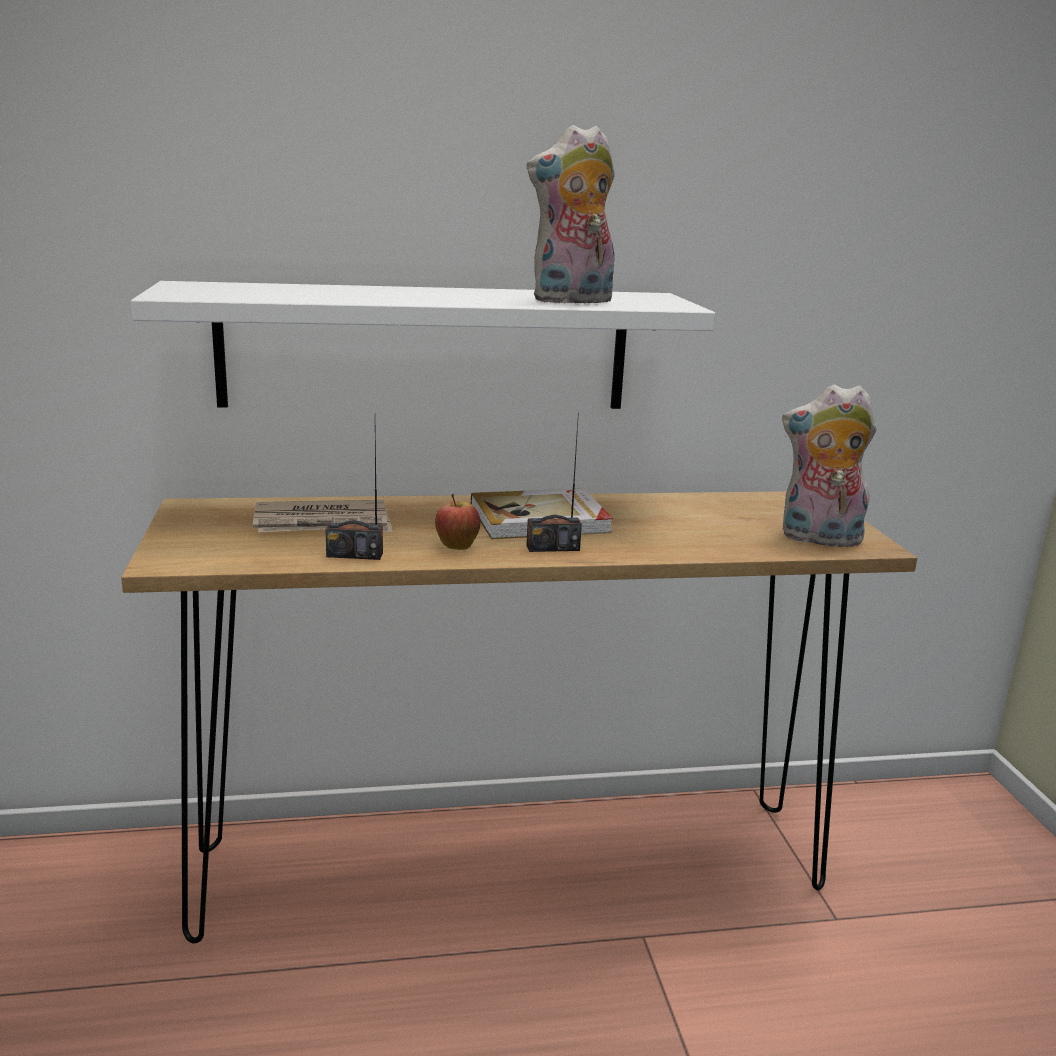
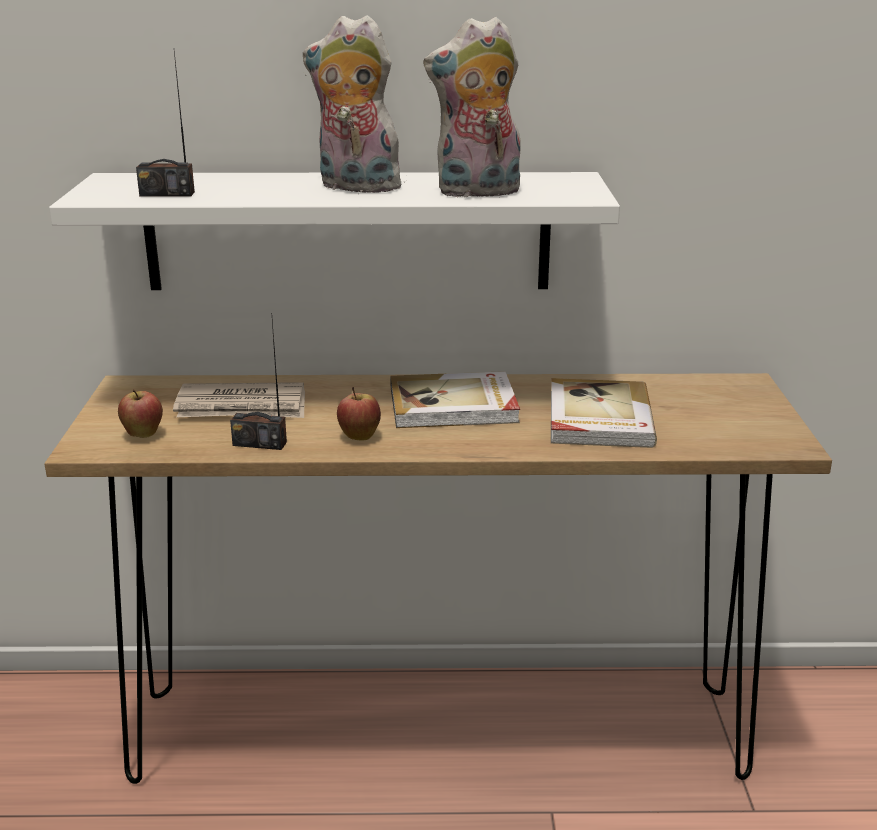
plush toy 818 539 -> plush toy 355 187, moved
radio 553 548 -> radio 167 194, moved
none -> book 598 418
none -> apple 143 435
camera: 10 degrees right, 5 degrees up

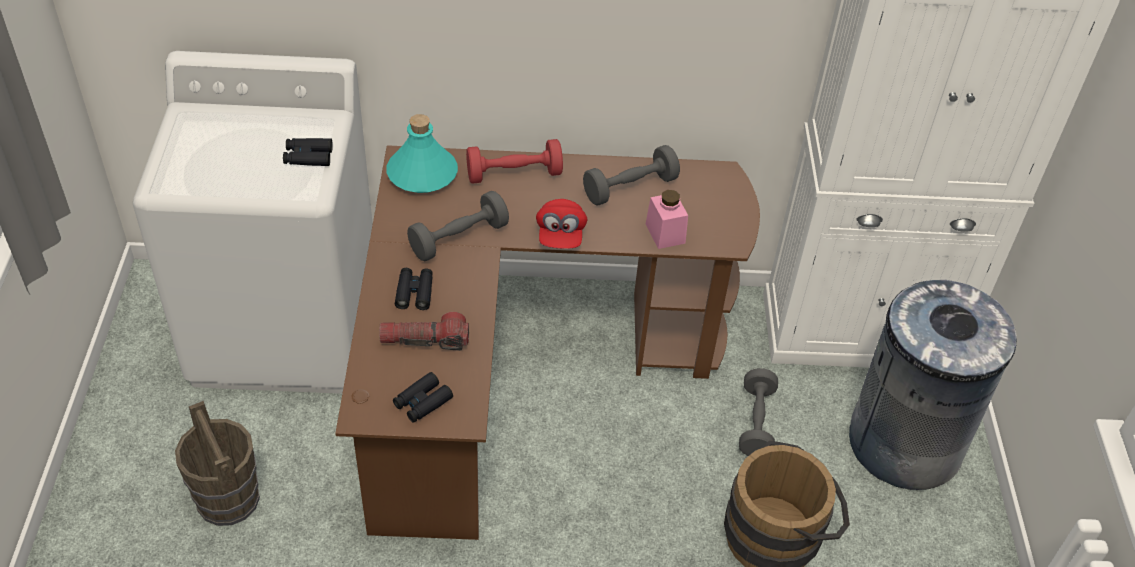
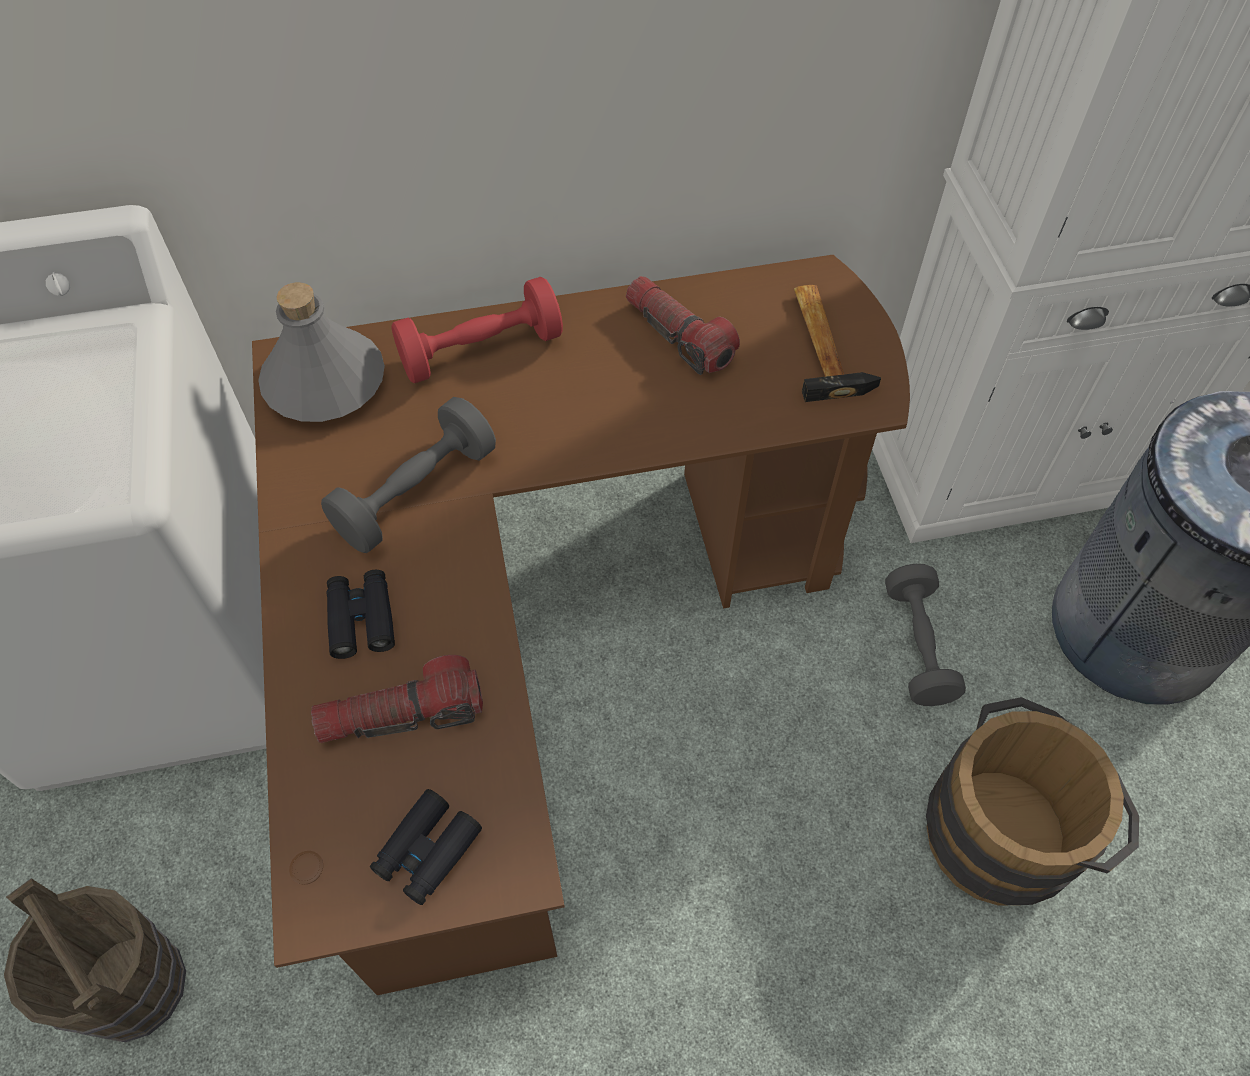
turquoise bottle 423 174 -> grey bottle 325 382
black binoculars 308 157 -> none
grey dumbbell 630 188 -> flashlight 679 336
pink jar 665 233 -> none
red cap 560 235 -> none
none -> hammer 824 343
camera: 10 degrees left, 10 degrees up

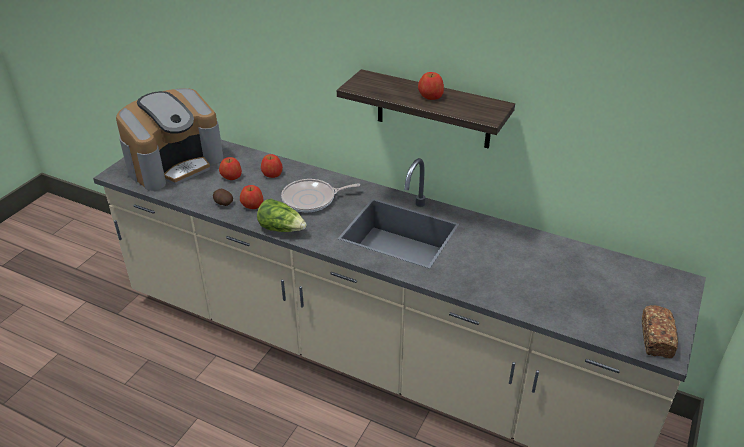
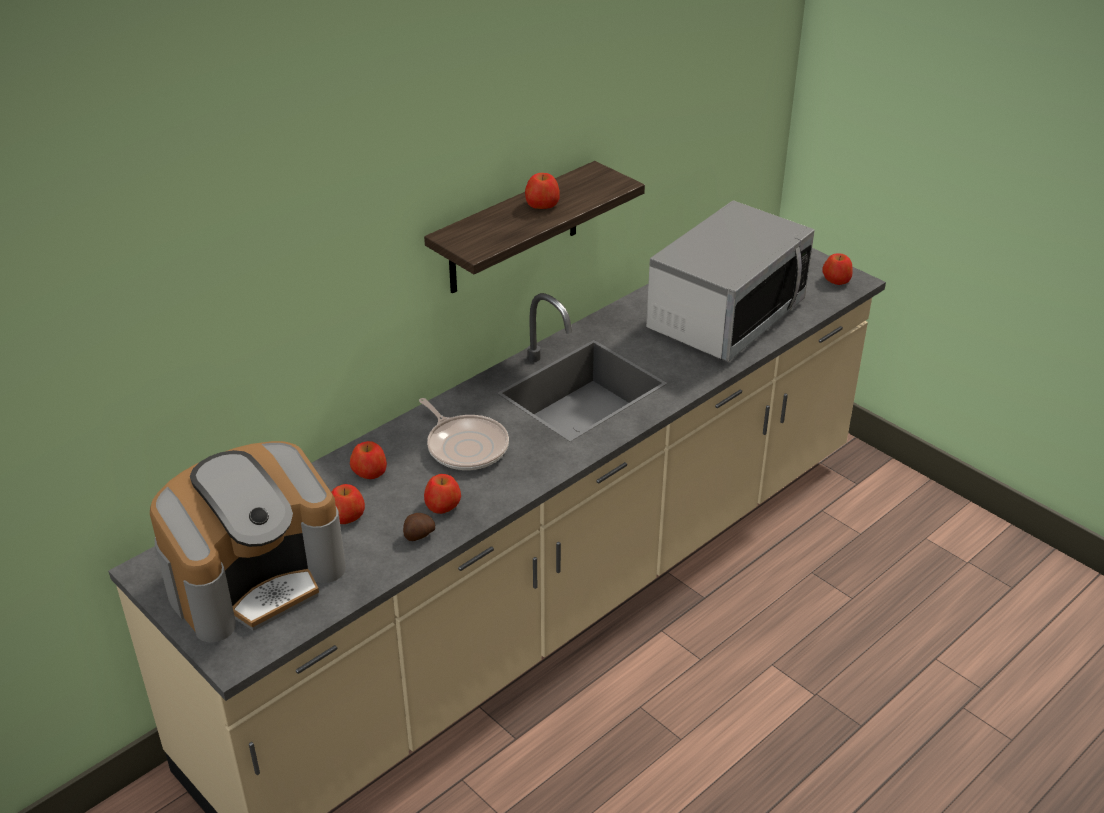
coffee machine 175 163 -> coffee machine 255 577, 75 degrees clockwise
frying pan 312 199 -> frying pan 465 446, 45 degrees counterclockwise
lettuce 282 229 -> none
bread 656 339 -> apple 836 280
none -> microwave 725 316
camera: 70 degrees left, 0 degrees up

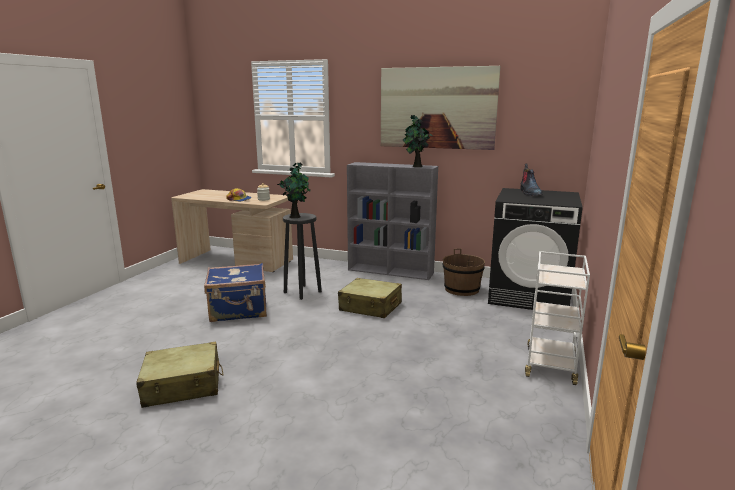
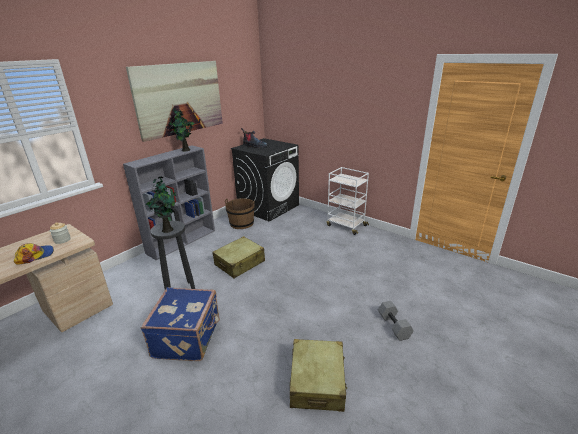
none -> grey dumbbell 394 326
camera: 70 degrees left, 10 degrees up

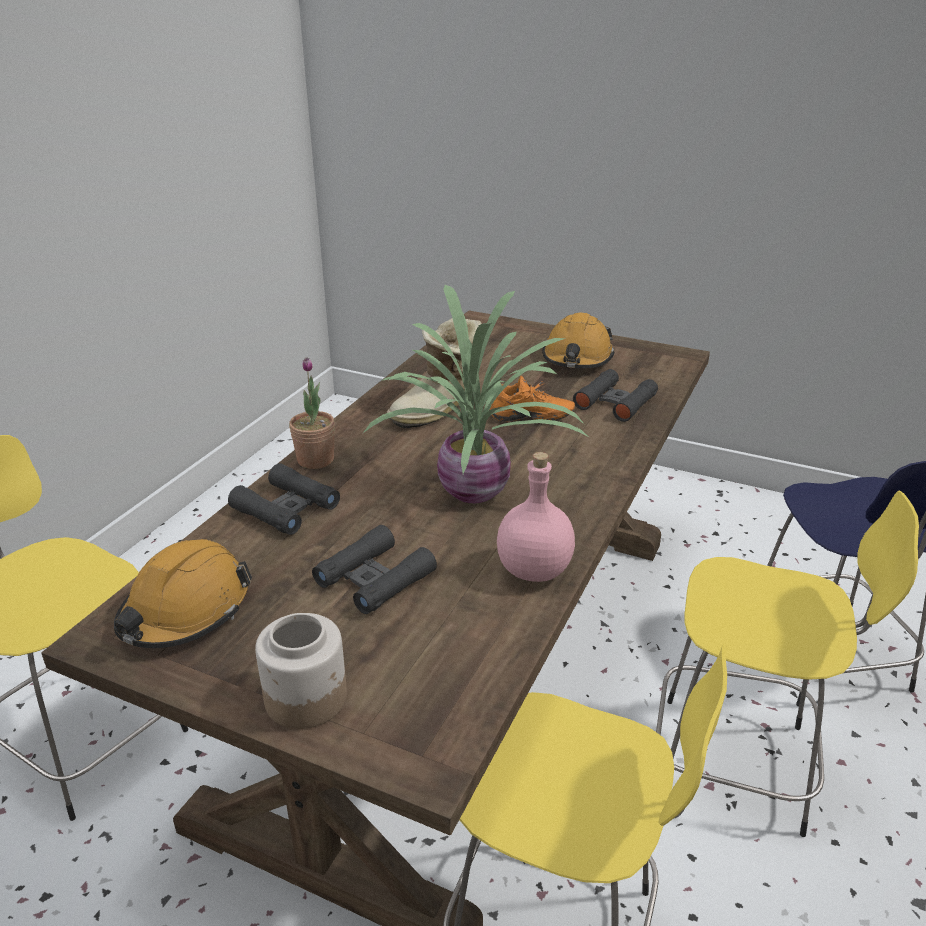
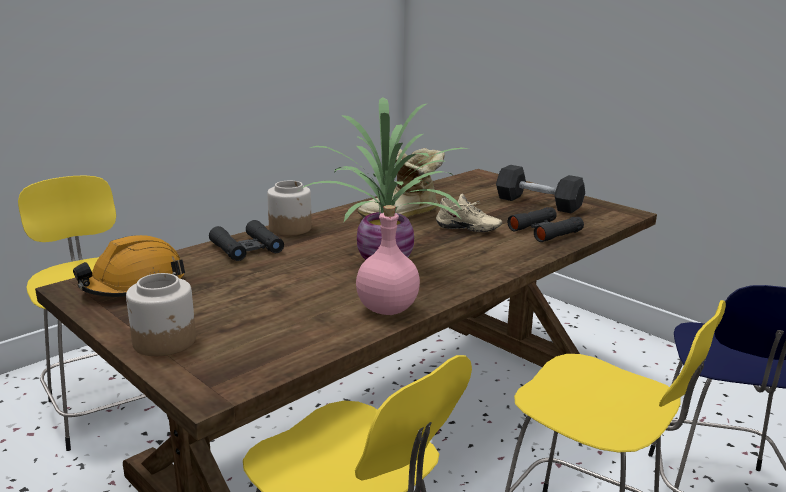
orange hard hat 577 358 -> grey dumbbell 538 203
potted plant 315 460 -> jar 290 228
orange shoe 530 419 -> beige shoe 467 230
black binoculars 374 578 -> none
camera: 20 degrees right, 10 degrees down

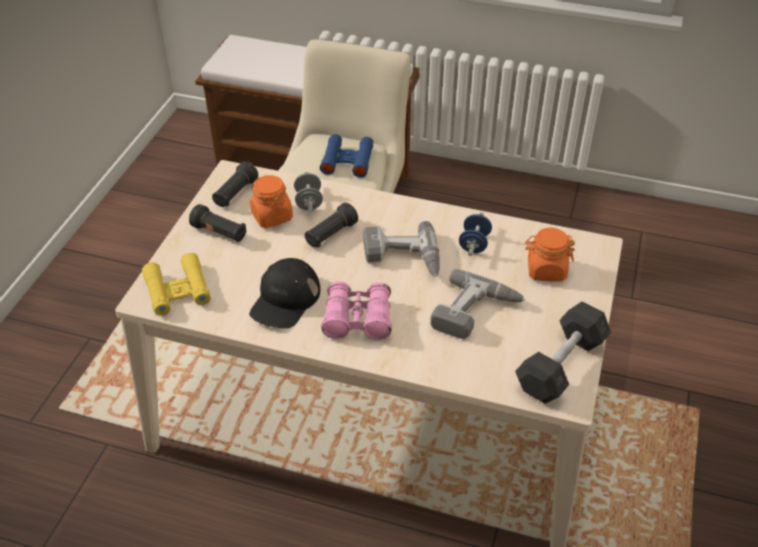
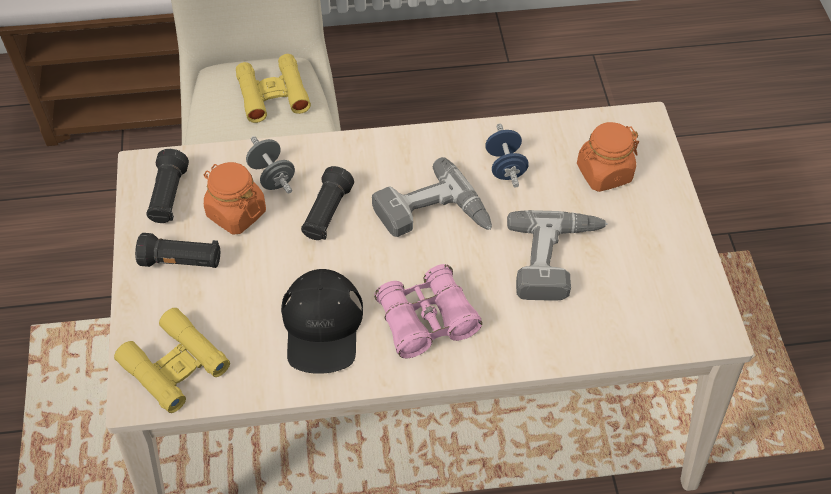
blue binoculars 347 161 -> yellow binoculars 273 94
grey dumbbell 561 365 -> none
camera: 25 degrees left, 10 degrees up

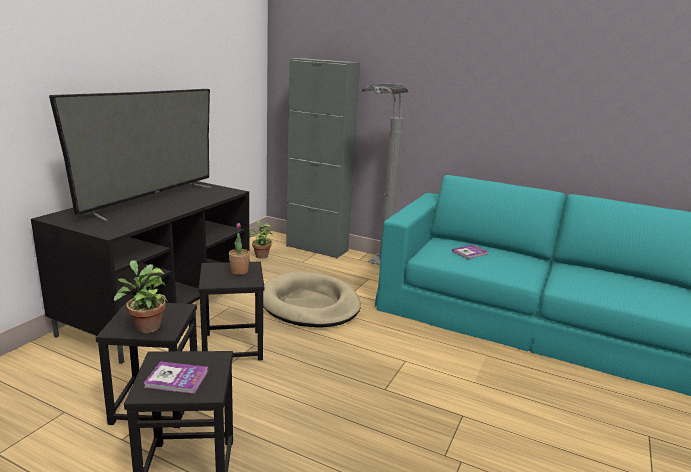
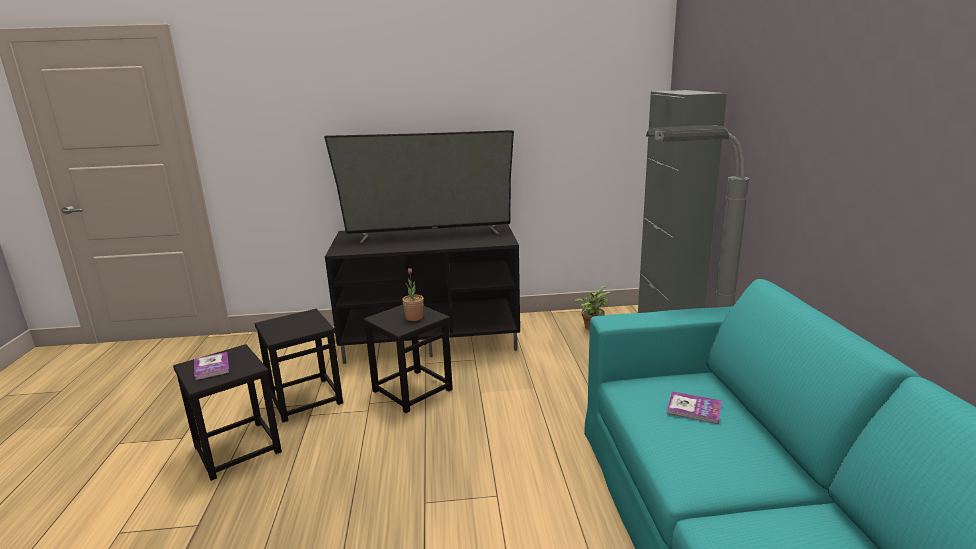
potted plant 145 326 -> none
beige dog bed 309 304 -> none
camera: 60 degrees right, 0 degrees up

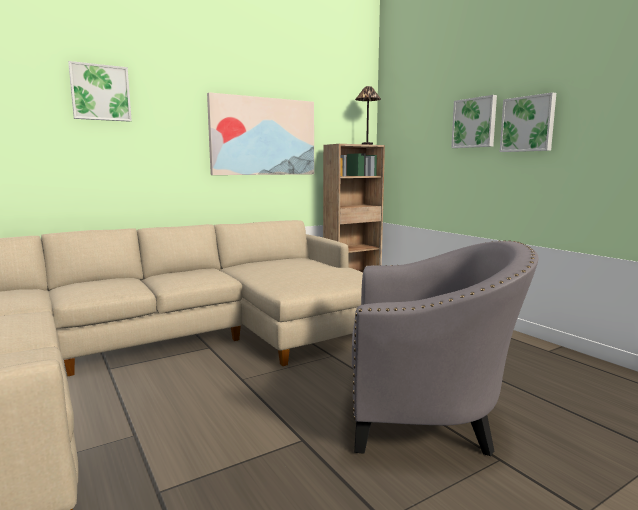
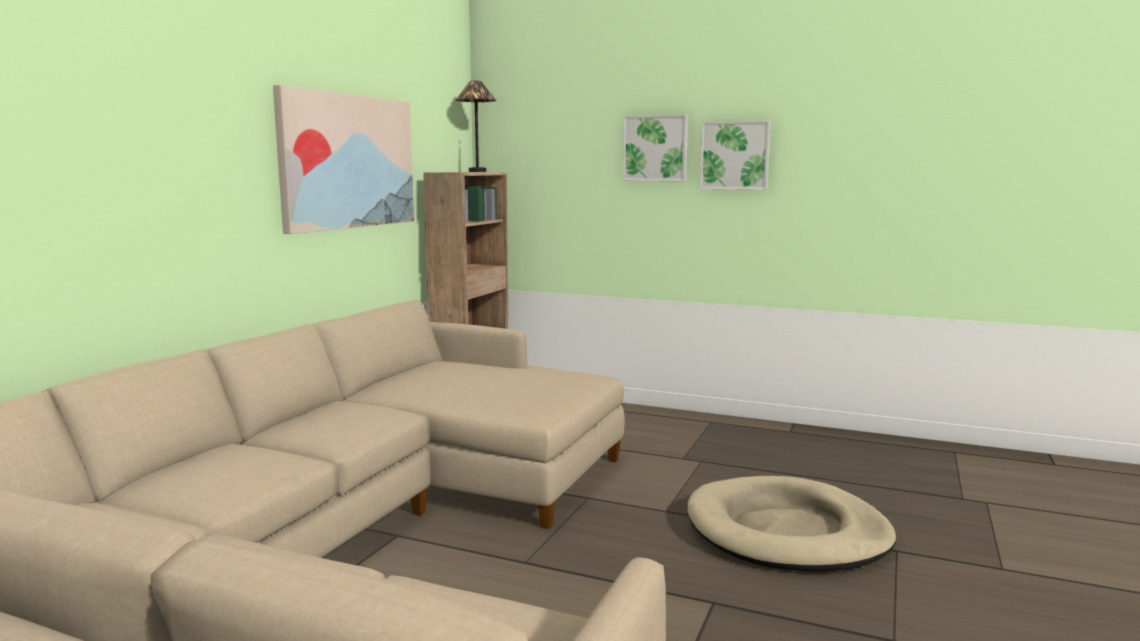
picture 100 93 -> none
grey armchair 428 416 -> beige dog bed 787 532
camera: 35 degrees left, 0 degrees up

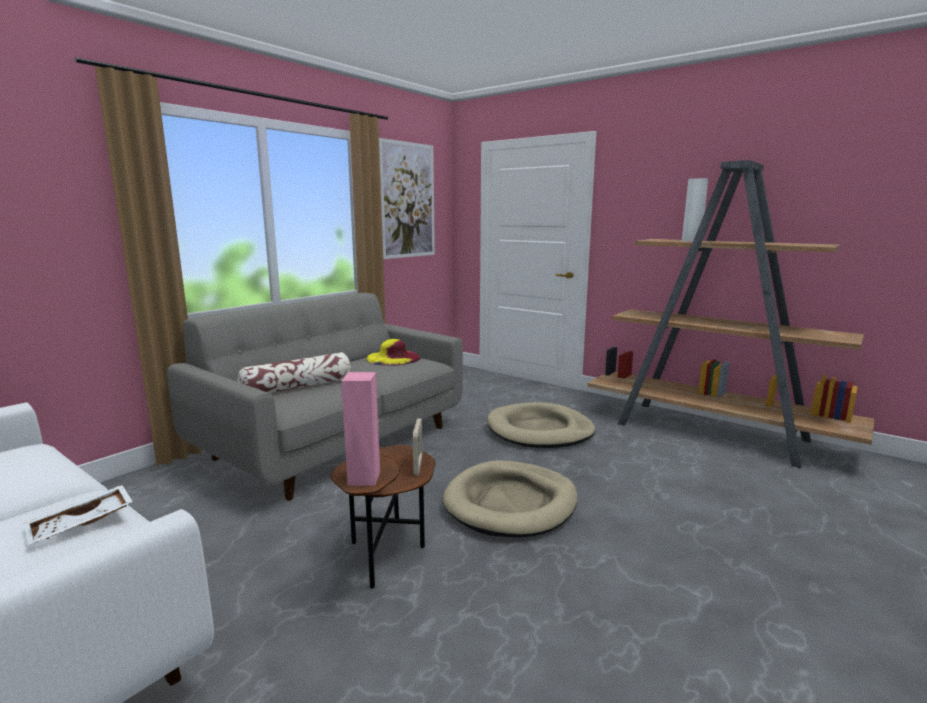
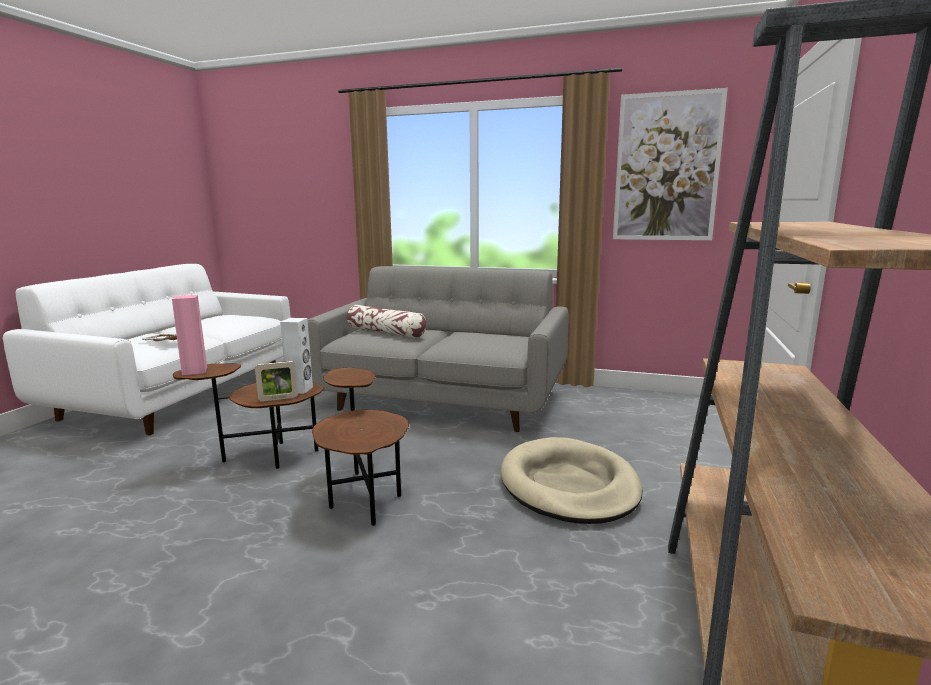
white speaker 691 241 -> white speaker 300 390, moved
yellow hat 393 358 -> none
beige dog bed 511 503 -> brown side table 362 494
camera: 70 degrees right, 0 degrees up

